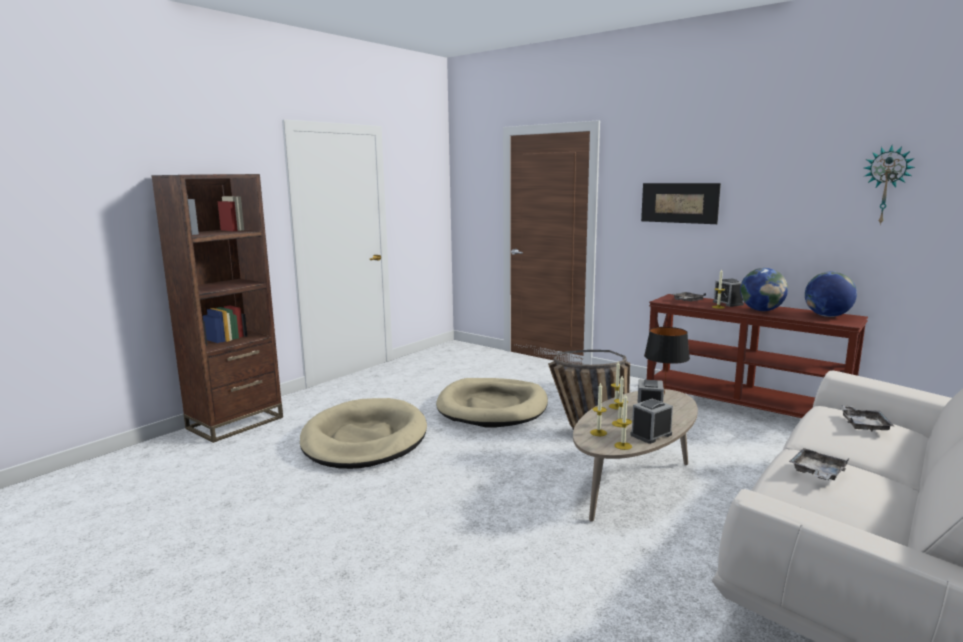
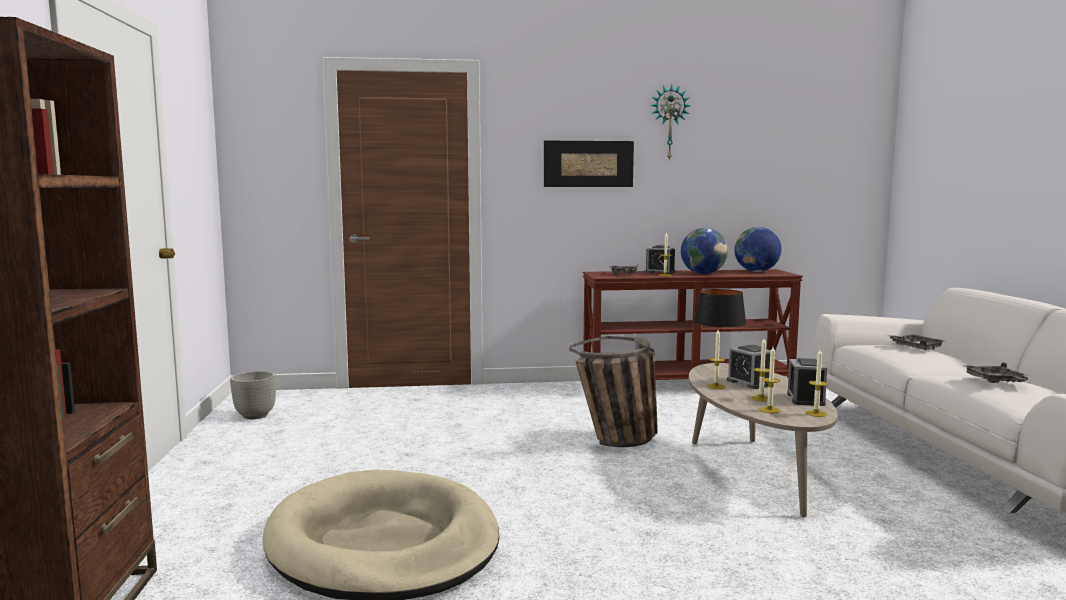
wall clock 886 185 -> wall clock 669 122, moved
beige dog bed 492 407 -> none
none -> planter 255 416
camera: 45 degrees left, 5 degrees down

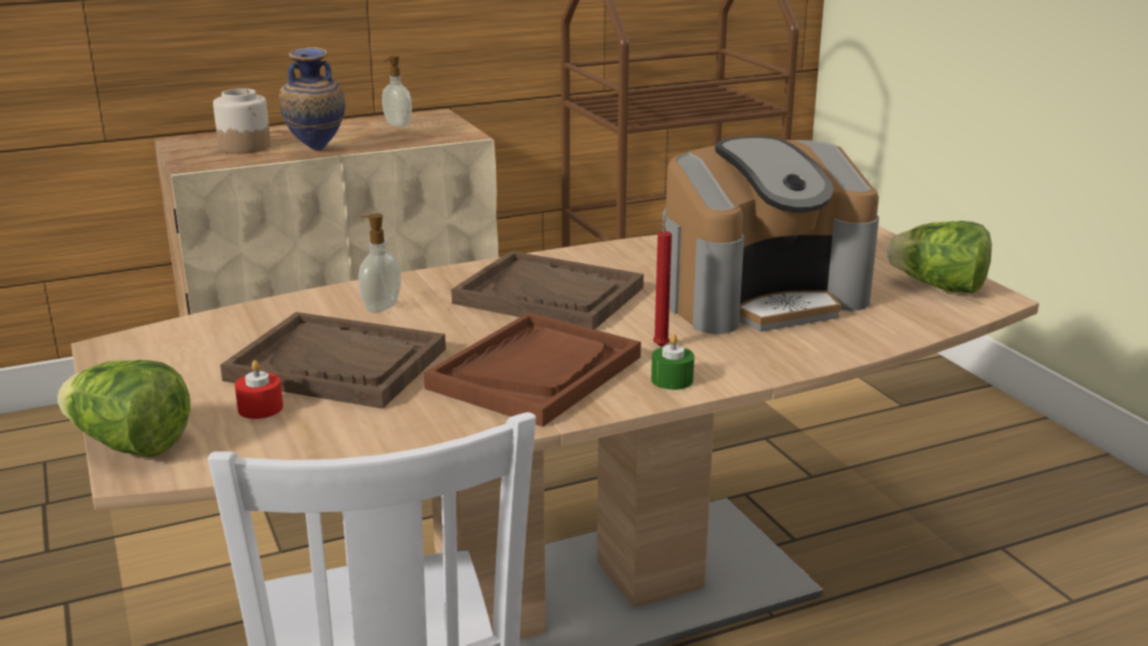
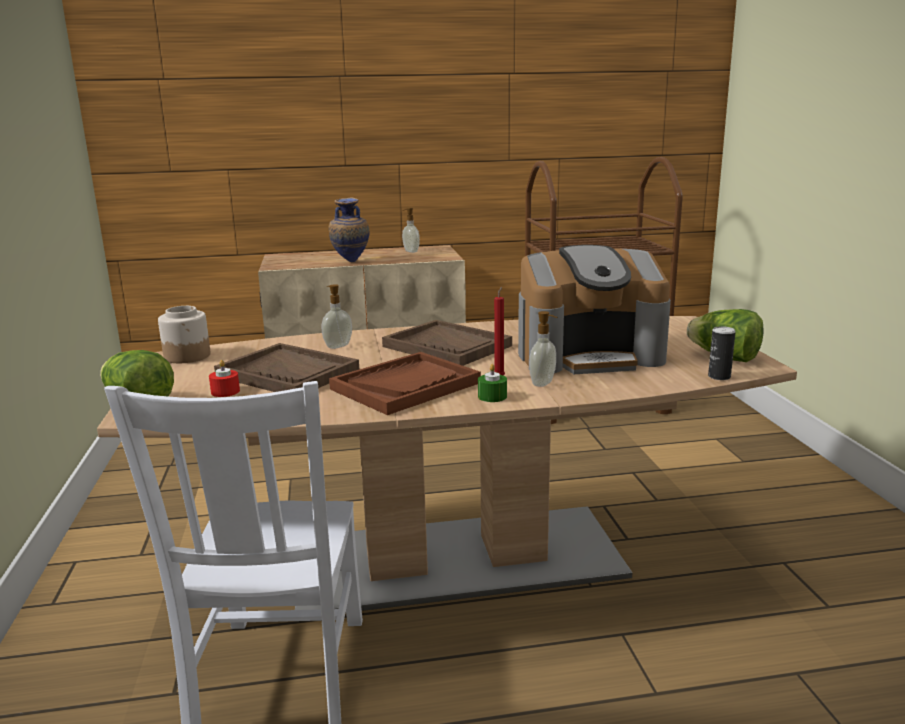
jar 245 146 -> jar 188 356, moved
none -> soap dispenser 543 383
none -> can 719 376
camera: 15 degrees right, 5 degrees down

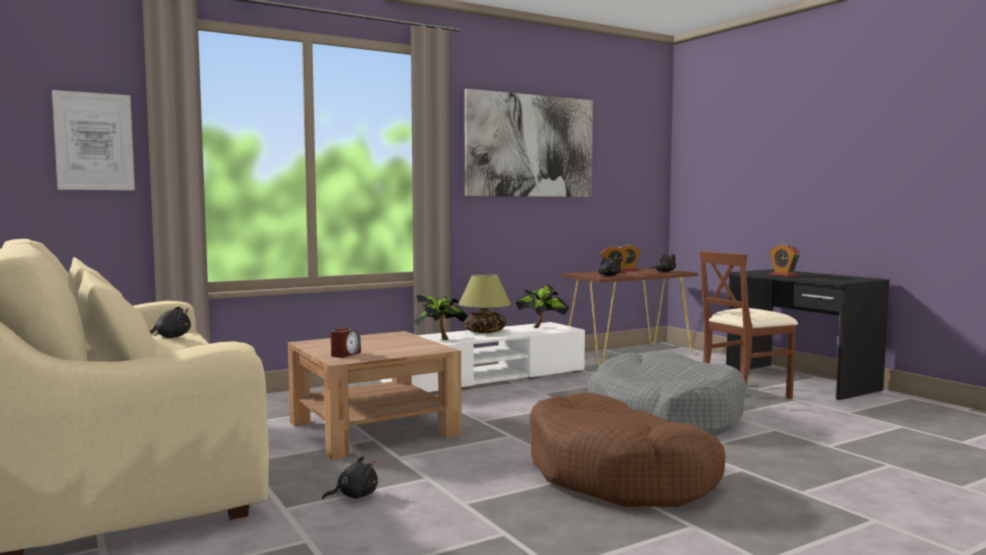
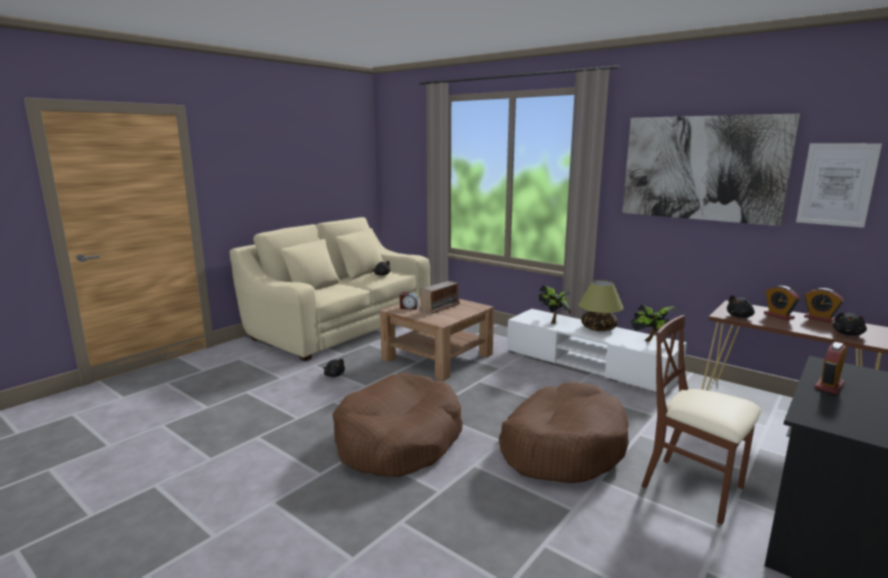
picture 94 141 -> picture 836 184, moved
grey dog bed 664 415 -> brown dog bed 562 447
none -> radio 440 308
camera: 70 degrees right, 10 degrees up

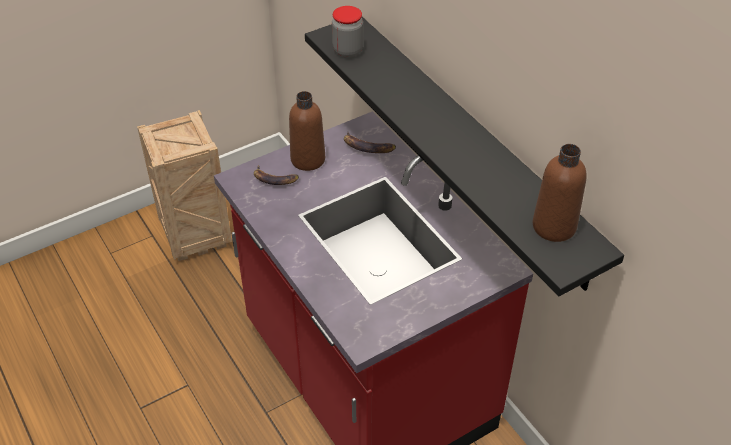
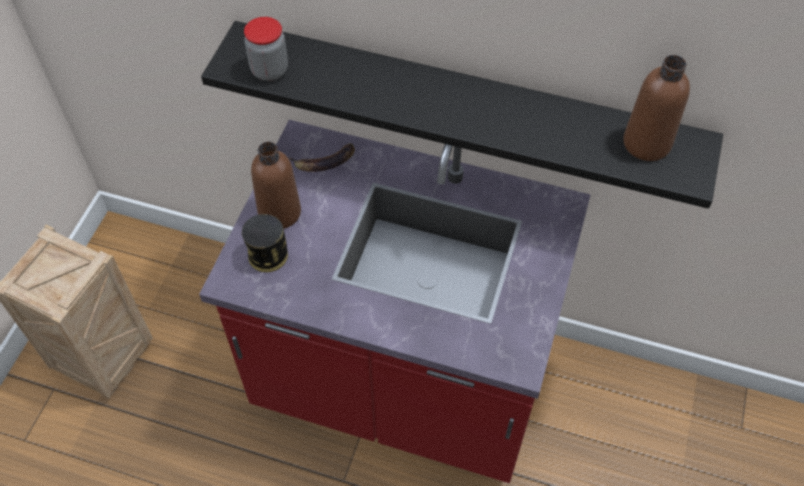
banana 275 178 -> can 268 255
camera: 40 degrees left, 10 degrees up

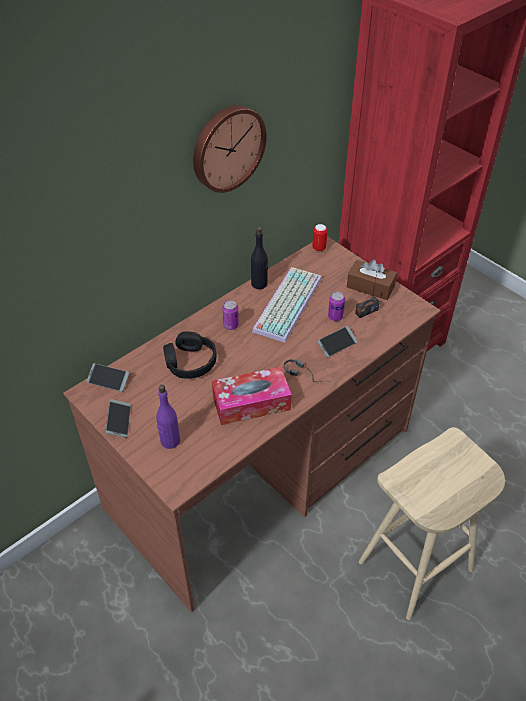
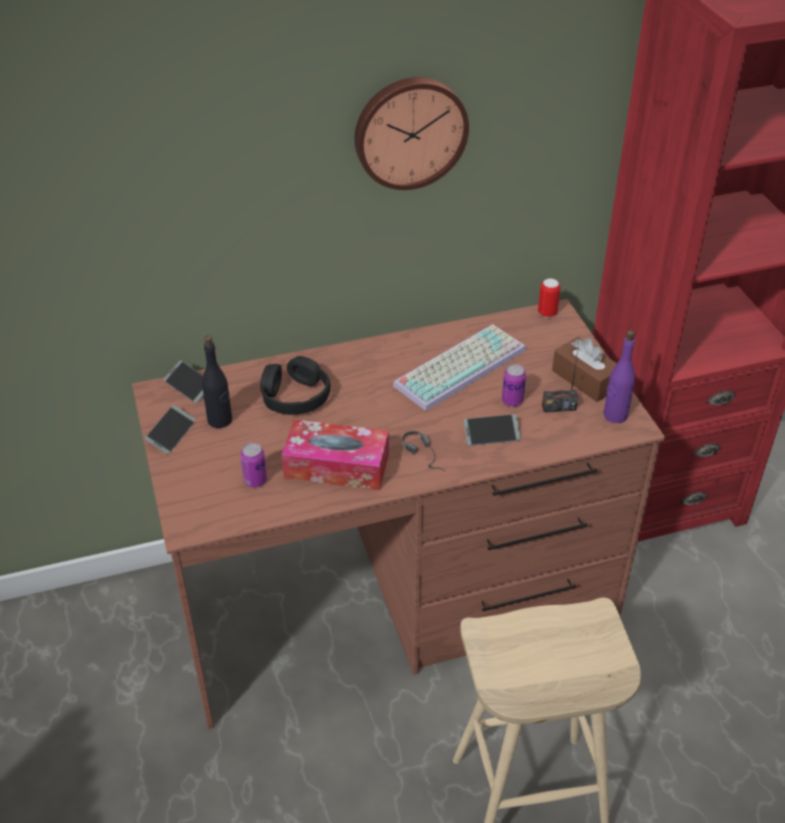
black bottle 259 284 -> black bottle 220 420, moved
can 231 325 -> can 255 481, moved
purple bottle 170 441 -> purple bottle 615 415, moved
camera: 25 degrees right, 5 degrees down

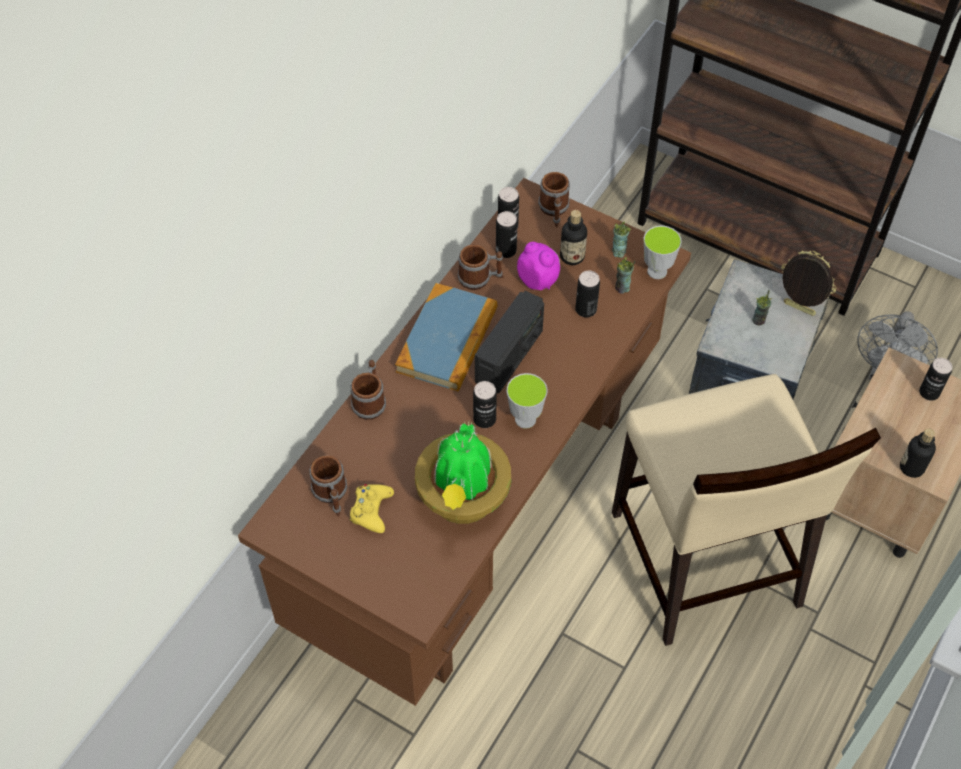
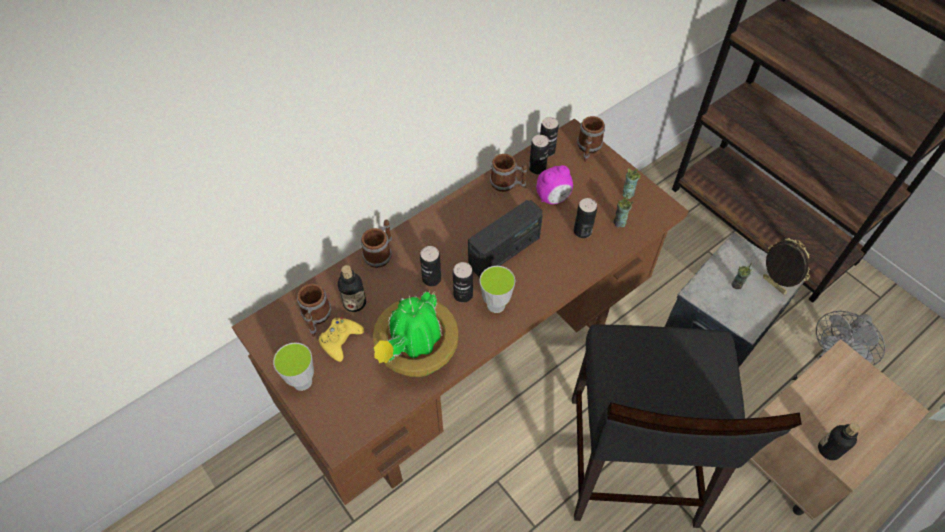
bottle 572 256 -> bottle 354 303, moved
cup 657 271 -> cup 302 381, moved
alarm clock 538 280 -> alarm clock 553 198, 90 degrees clockwise
book 447 340 -> none
can 929 392 -> can 431 279, moved
beige chair 704 561 -> black chair 631 461
camera: 20 degrees right, 0 degrees up

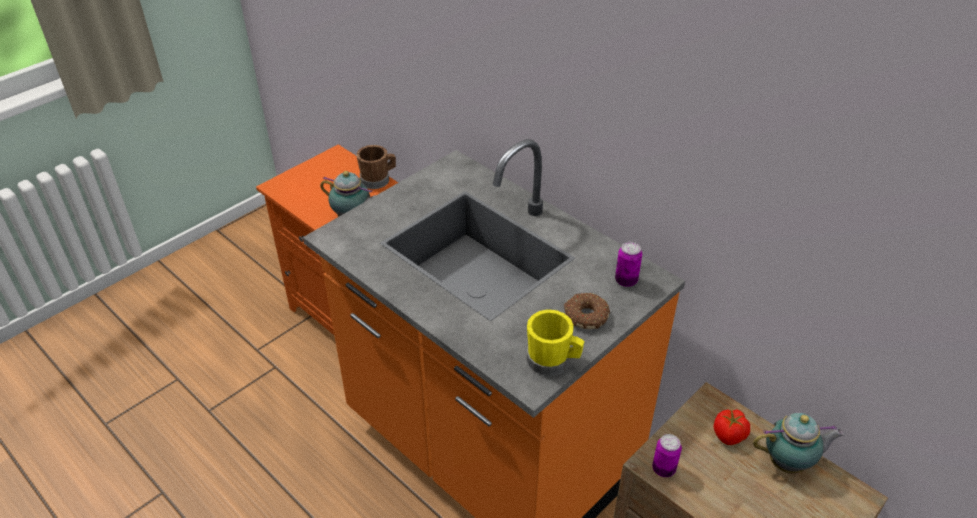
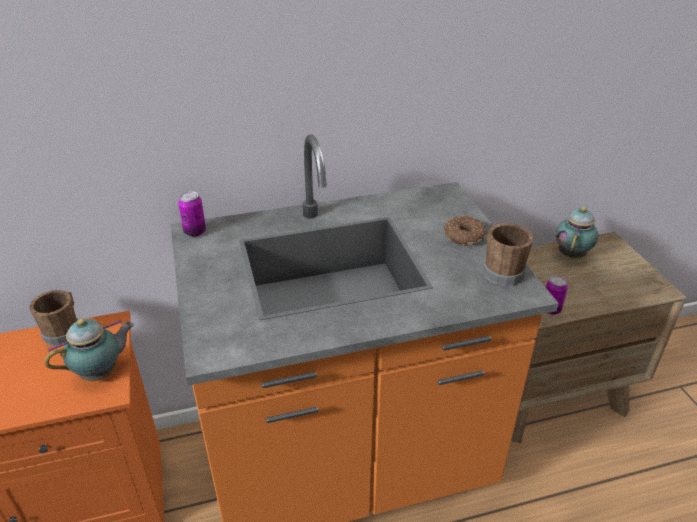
can 626 281 -> can 195 232, moved
yellow mug 553 361 -> brown mug 506 272
tomato 729 435 -> none
camera: 60 degrees left, 5 degrees down

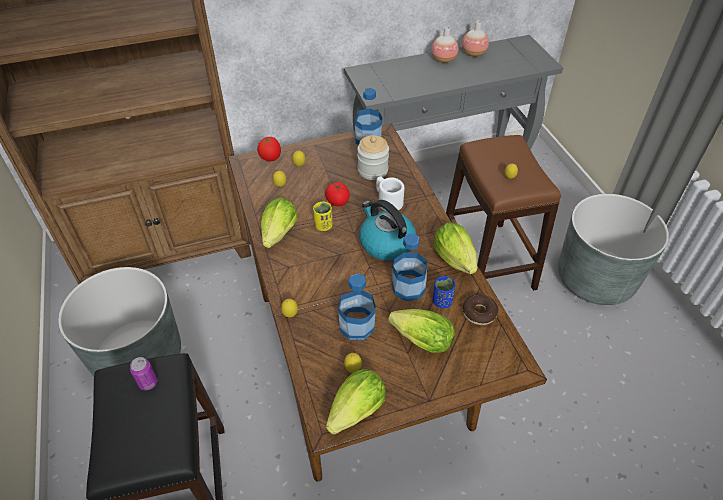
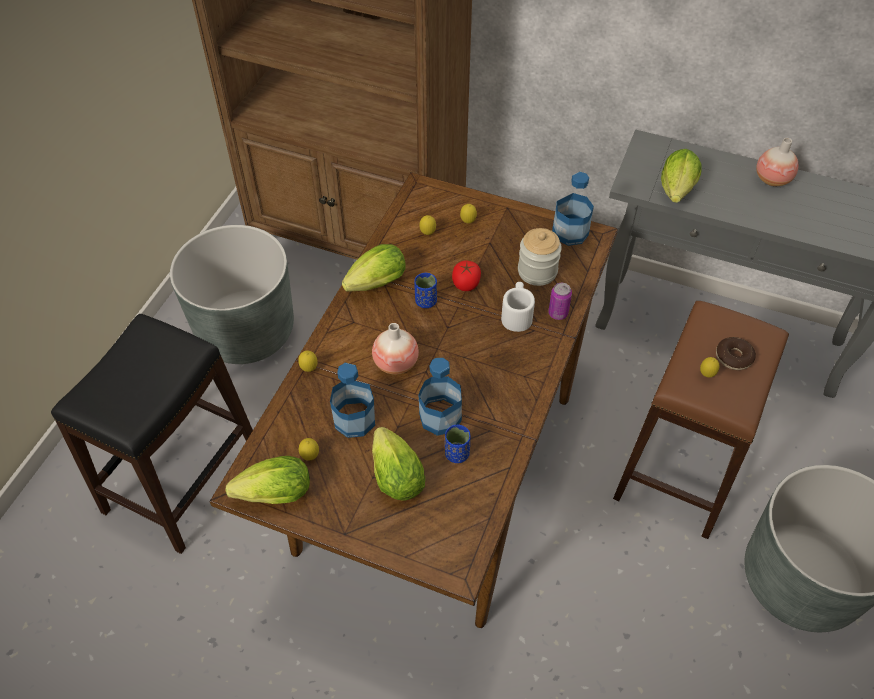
vase 473 53 -> vase 396 363, moved
tomato 270 158 -> none
kettle 386 243 -> none
yellow cup 323 226 -> blue cup 426 301
lettuce 456 262 -> lettuce 676 192, moved
donut 479 313 -> donut 733 357, moved
can 148 383 -> can 558 313, moved
camera: 40 degrees right, 5 degrees up

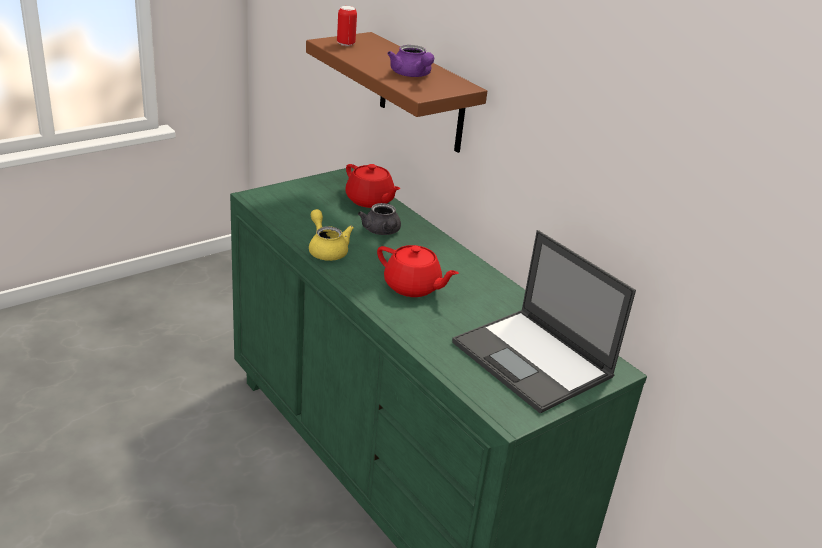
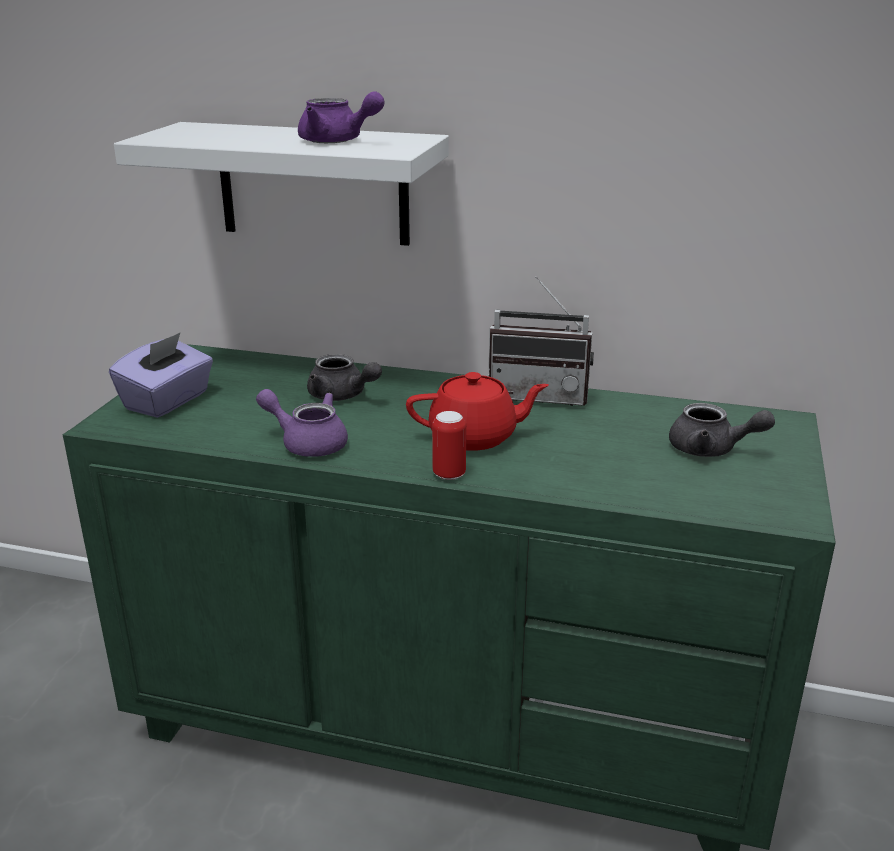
can 346 44 -> can 449 474, moved
brown shelf 422 94 -> white shelf 313 184
red teapot 370 201 -> none
yellow teapot 327 249 -> purple teapot 307 443
laptop 533 360 -> grey teapot 711 449
none -> radio 540 395
none -> purple tissue box 168 401
camera: 35 degrees left, 5 degrees down

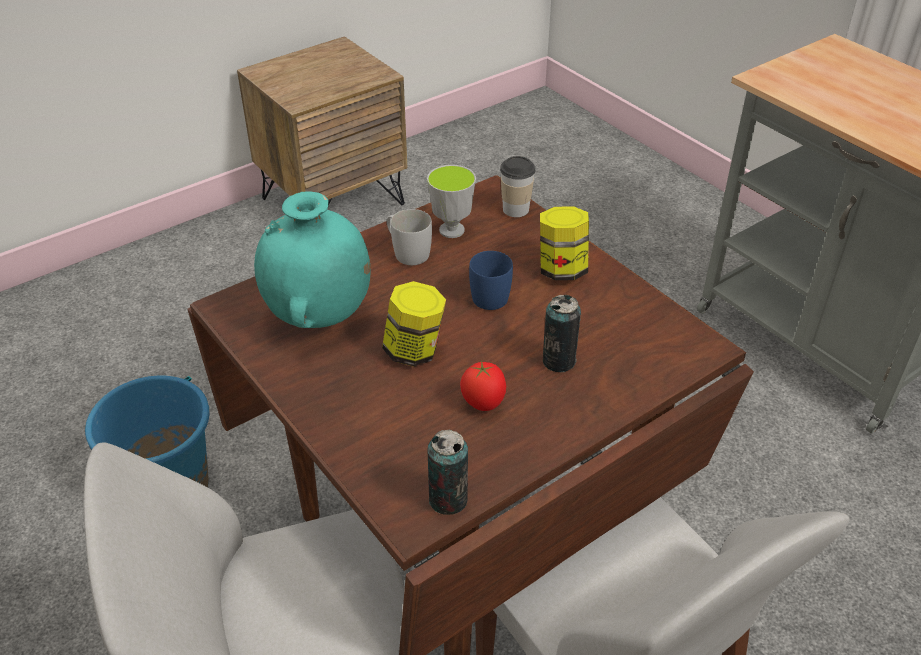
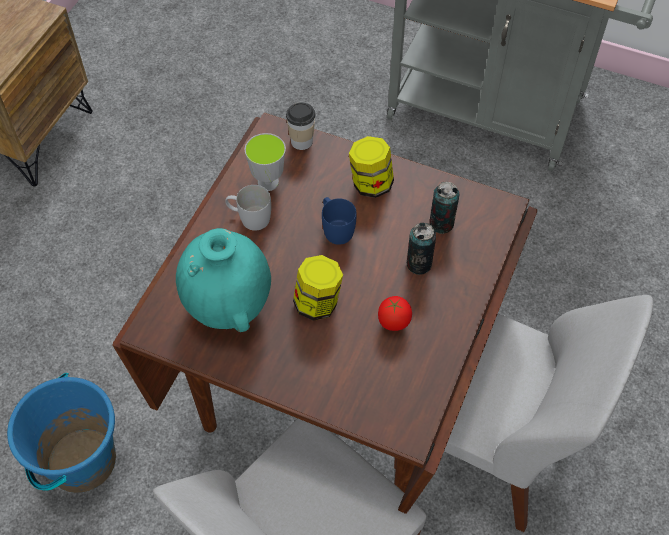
can 448 500 -> can 441 224, moved
camera: 30 degrees left, 15 degrees up

